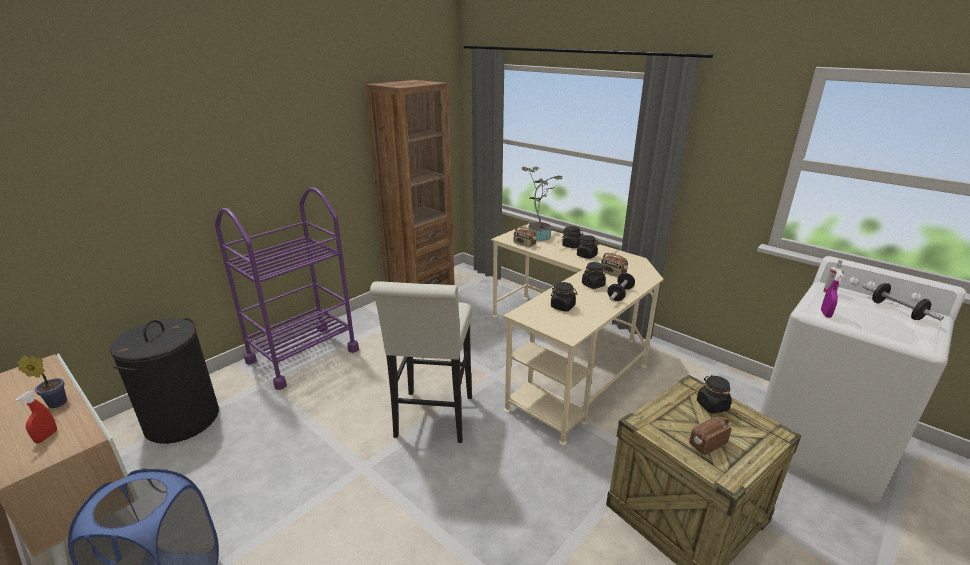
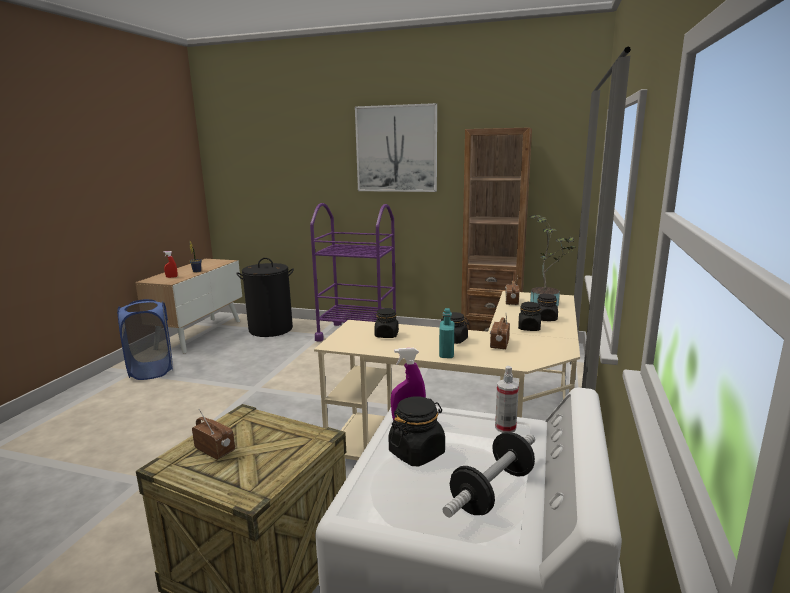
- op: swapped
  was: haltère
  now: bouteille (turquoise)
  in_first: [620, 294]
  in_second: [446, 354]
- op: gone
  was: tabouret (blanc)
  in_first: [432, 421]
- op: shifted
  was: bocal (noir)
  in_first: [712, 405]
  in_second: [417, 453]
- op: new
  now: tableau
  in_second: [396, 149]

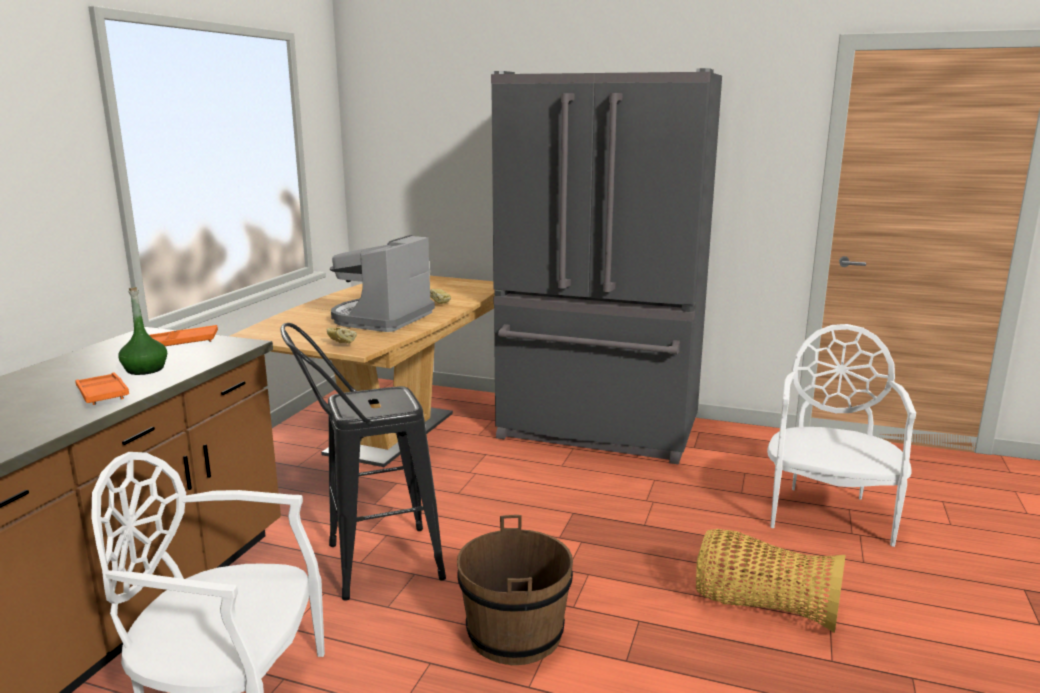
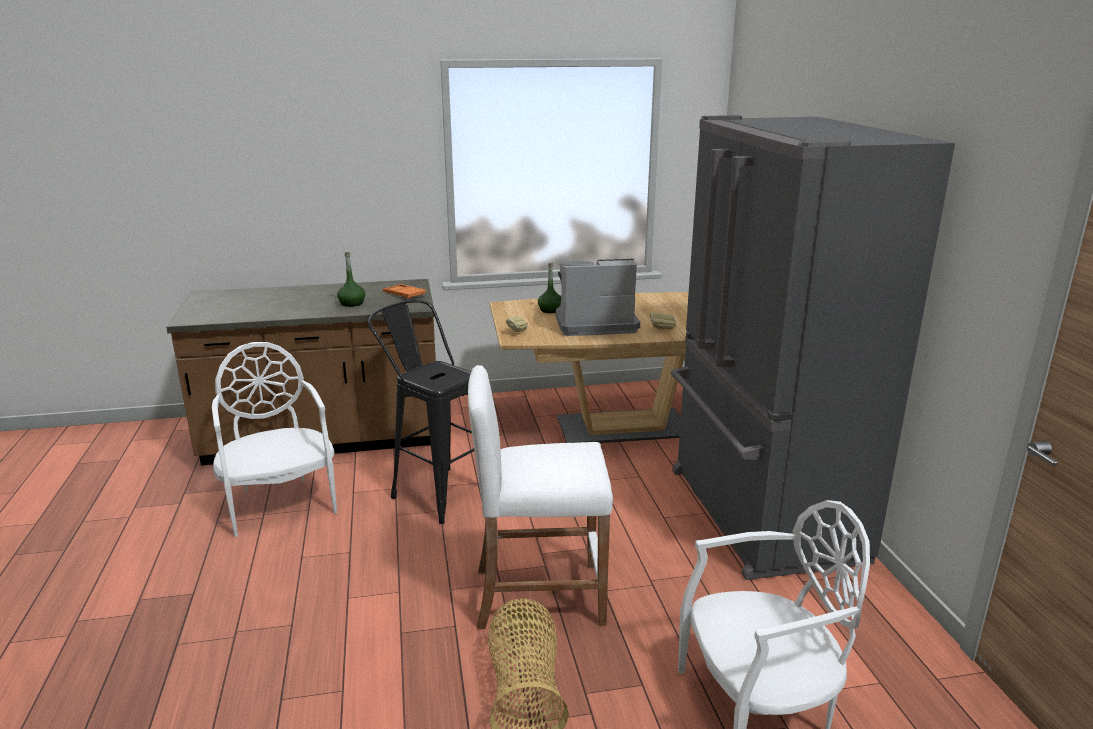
- op: gone
  was: plateau (orange)
  in_first: [102, 394]
- op: gone
  was: seau (marron)
  in_first: [514, 634]
- op: new
  now: bouteille (vert)
  in_second: [550, 310]
- op: new
  now: tabouret (blanc)
  in_second: [539, 595]

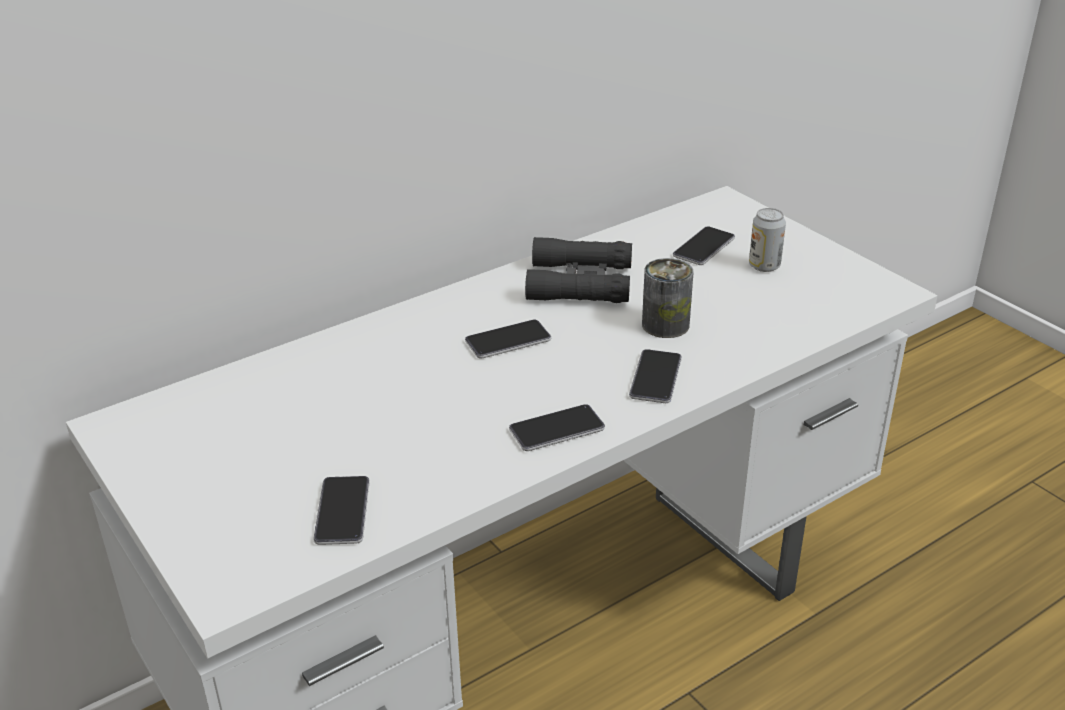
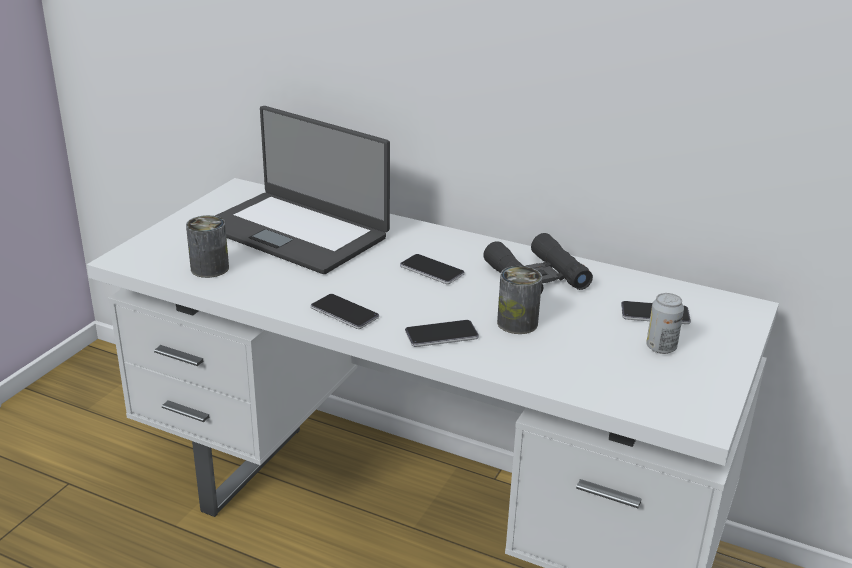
- op: swapped
  was: téléphone
  now: boîte métallique
  in_first: [342, 511]
  in_second: [210, 268]
- op: new
  now: ordinateur portable
  in_second: [296, 232]

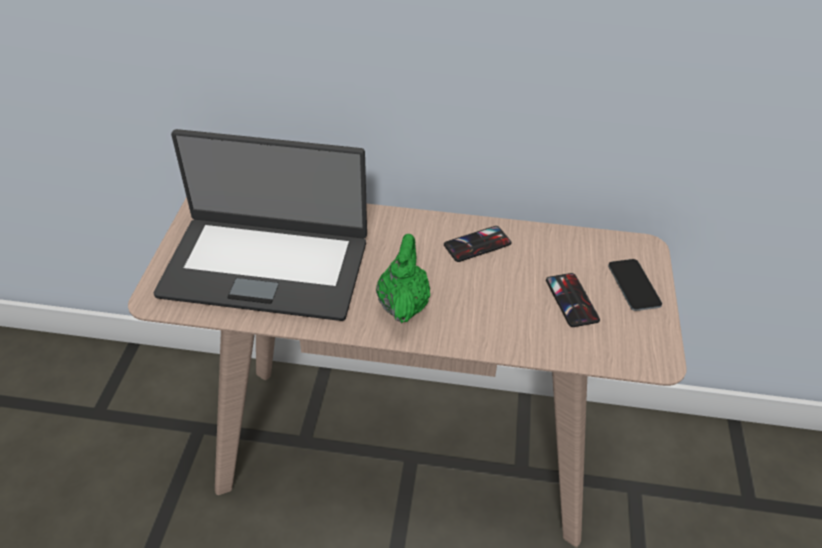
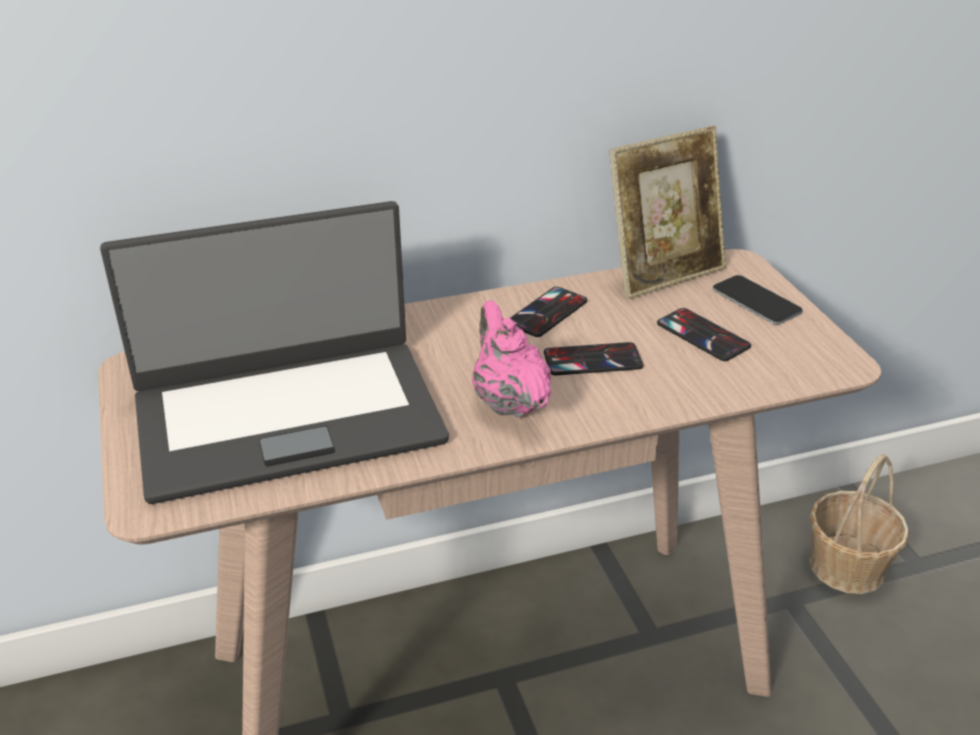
- op: repainted
  was: théière (vert)
  now: théière (rose)
  in_first: [403, 304]
  in_second: [508, 401]
- op: new
  now: cadre photo
  in_second: [663, 273]
- op: new
  now: téléphone
  in_second: [593, 360]
- op: new
  now: panier
  in_second: [846, 566]

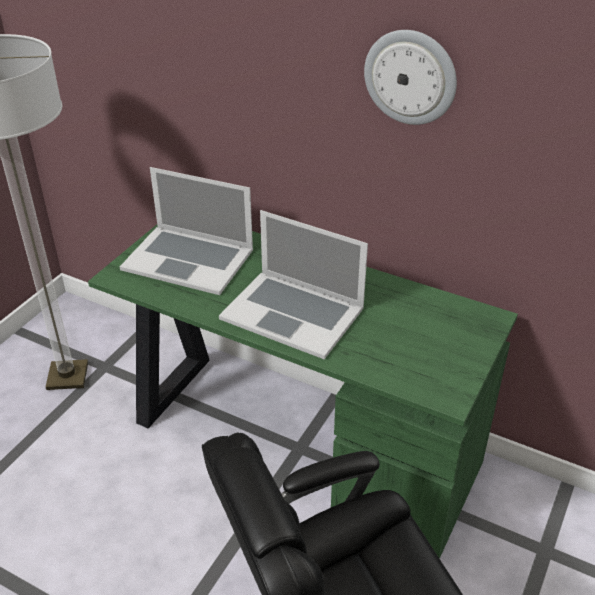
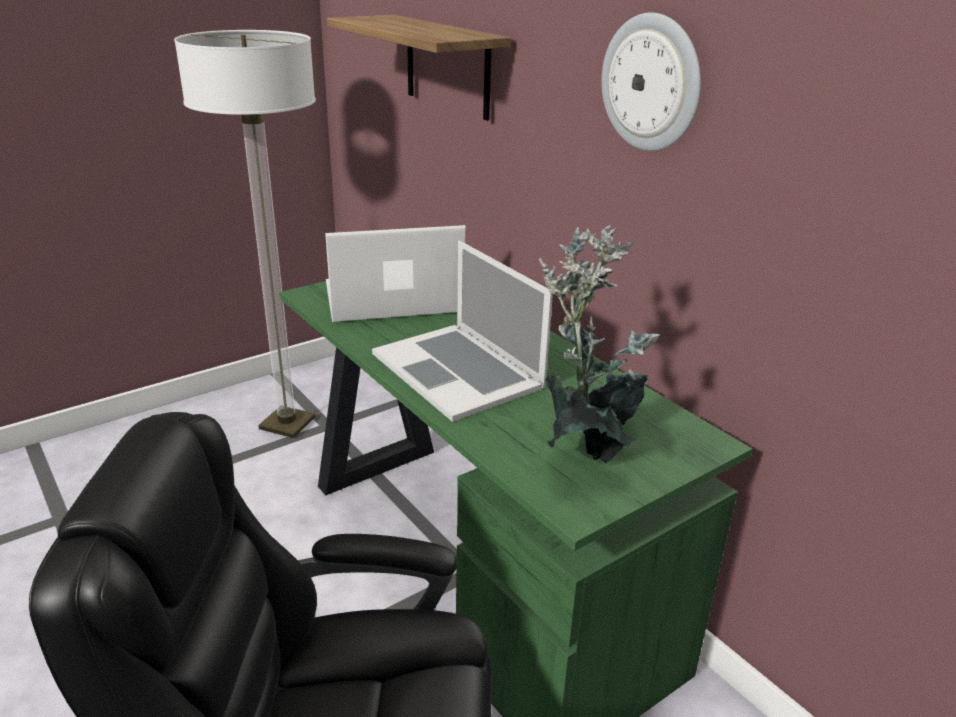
- op: rotated
  was: ordinateur portable
  in_first: [188, 259]
  in_second: [393, 298]
  clockwise: 120
- op: new
  now: étagère
  in_second: [447, 66]
- op: new
  now: plante en pot
  in_second: [586, 448]

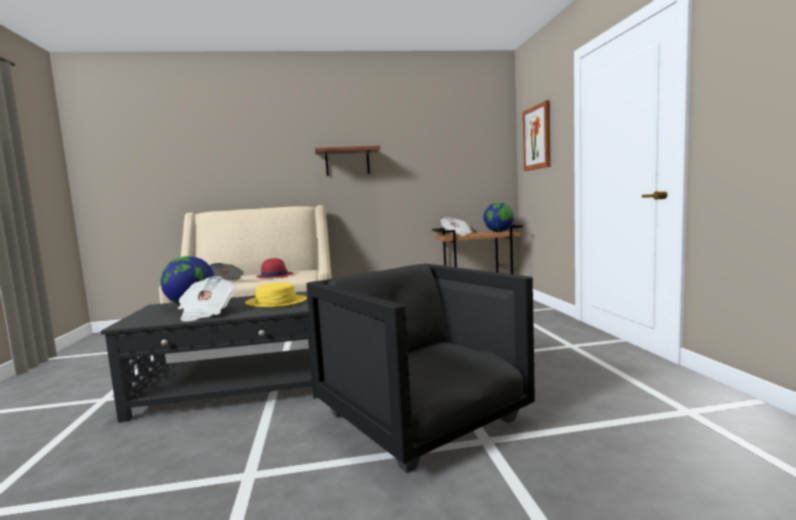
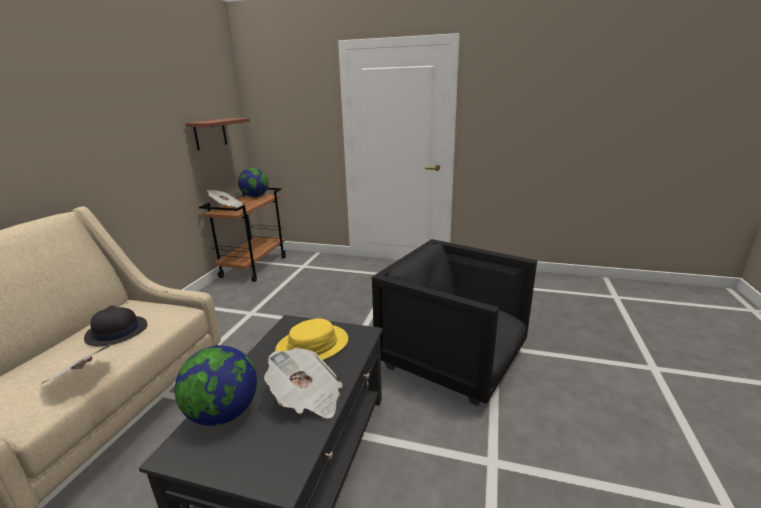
- op: gone
  was: tableau
  in_first: [537, 137]
- op: shifted
  was: étagère
  in_first: [347, 162]
  in_second: [210, 134]
- op: repainted
  was: chapeau (rouge)
  now: chapeau (noir)
  in_first: [274, 276]
  in_second: [116, 332]
- op: rotated
  was: fauteuil (noir)
  in_first: [422, 417]
  in_second: [453, 359]
  clockwise: 45

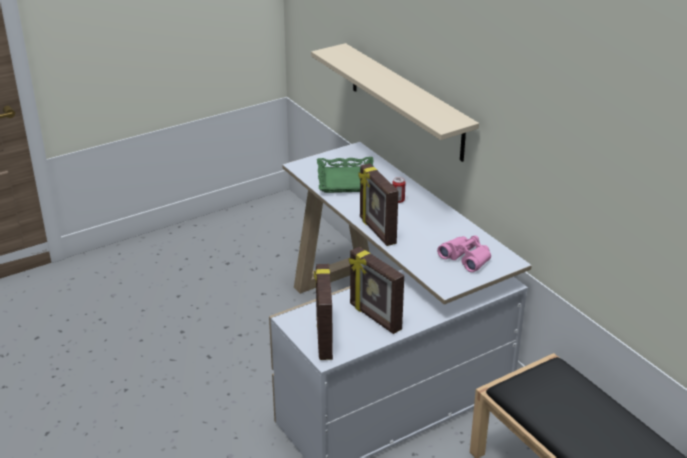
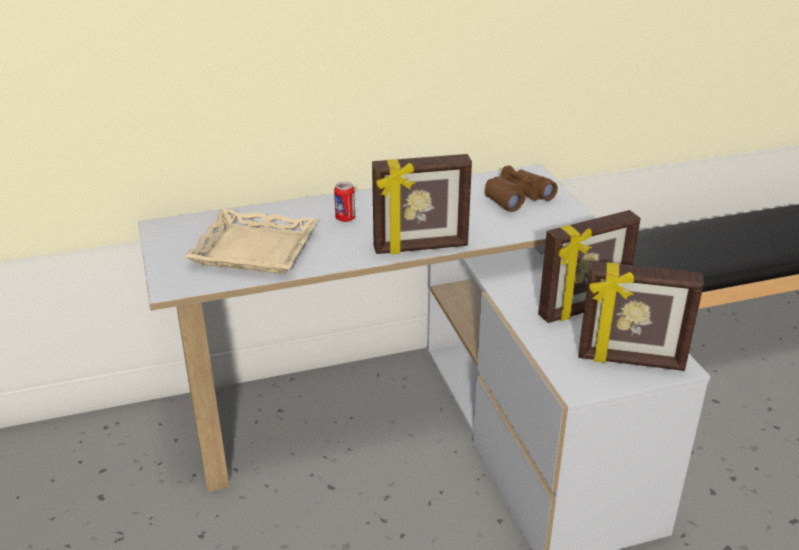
- op: gone
  was: étagère (beige)
  in_first: [406, 101]
- op: repainted
  was: plateau (vert)
  now: plateau (beige)
  in_first: [346, 180]
  in_second: [254, 250]
- op: repainted
  was: jumelles (rose)
  now: jumelles (marron)
  in_first: [466, 258]
  in_second: [516, 198]

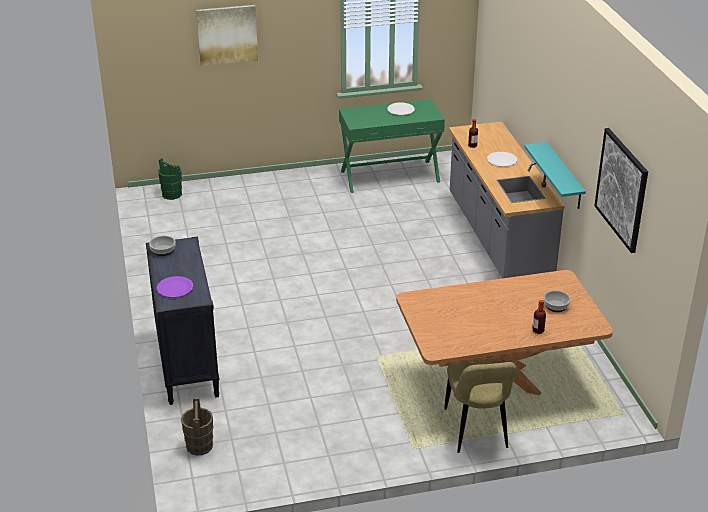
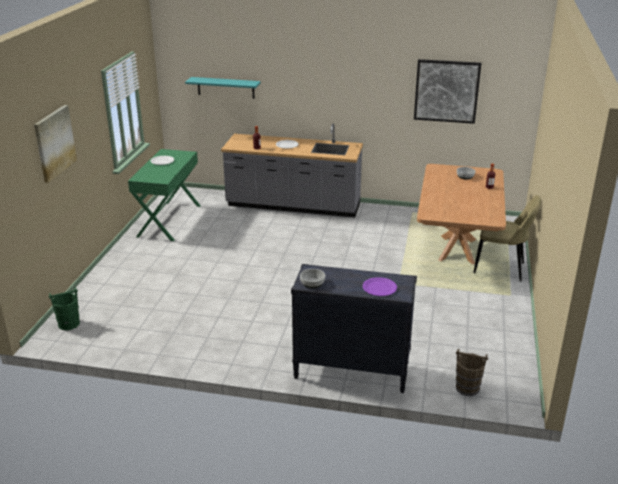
- op: shifted
  was: étagère (turquoise)
  in_first: [564, 176]
  in_second: [225, 87]

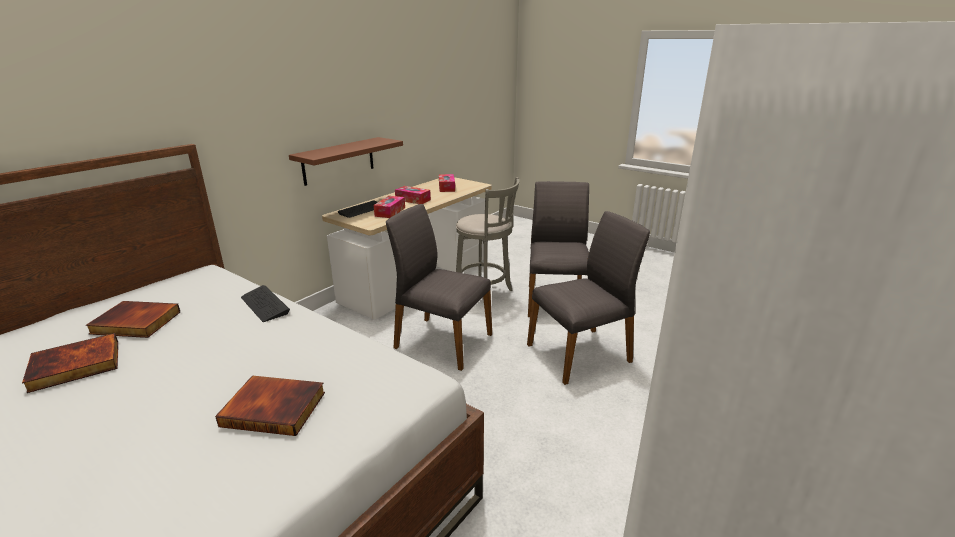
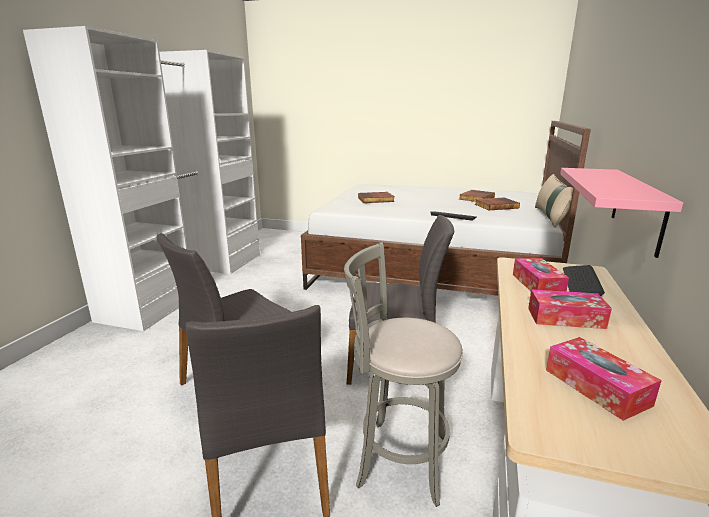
- op: repainted
  was: étagère (marron)
  now: étagère (rose)
  in_first: [338, 160]
  in_second: [638, 209]
- op: new
  now: coussin (beige)
  in_second: [551, 217]

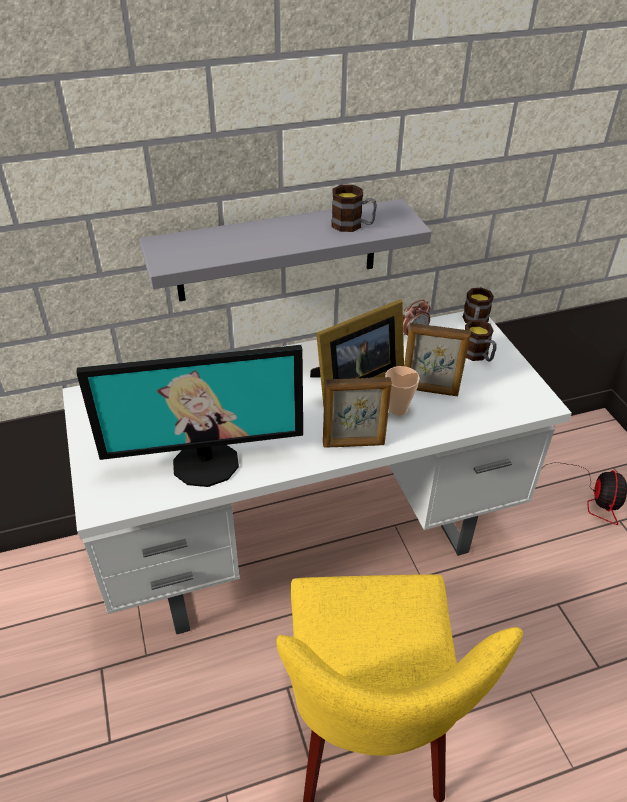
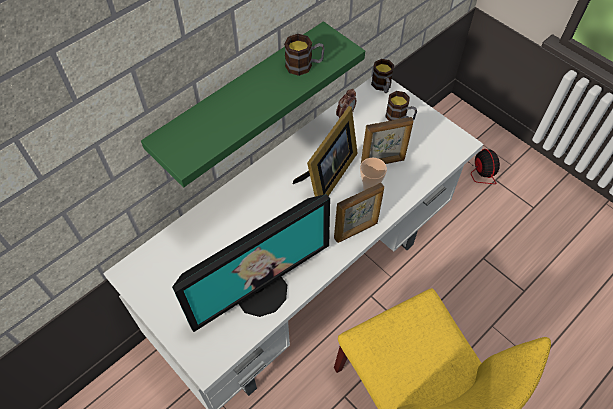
- op: repainted
  was: étagère (gris)
  now: étagère (vert)
  in_first: [277, 251]
  in_second: [241, 99]

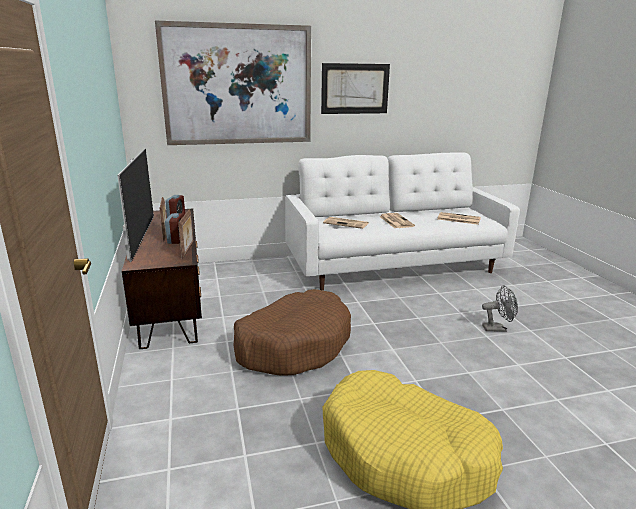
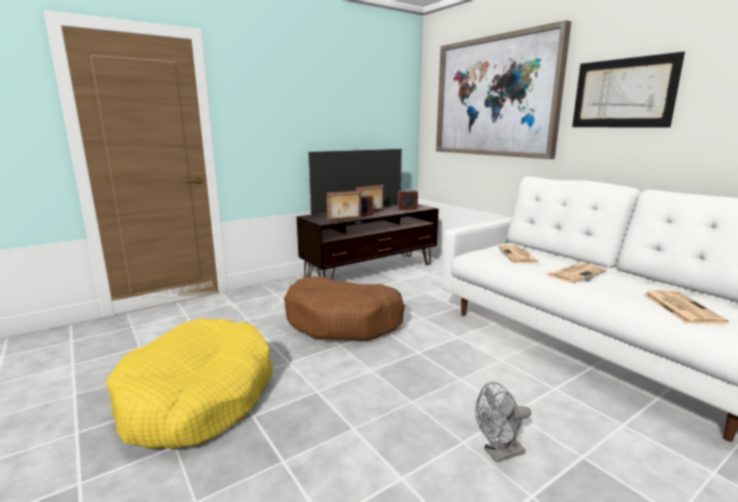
- op: rotated
  was: ventilateur (gris)
  in_first: [497, 328]
  in_second: [499, 453]
  clockwise: 90

